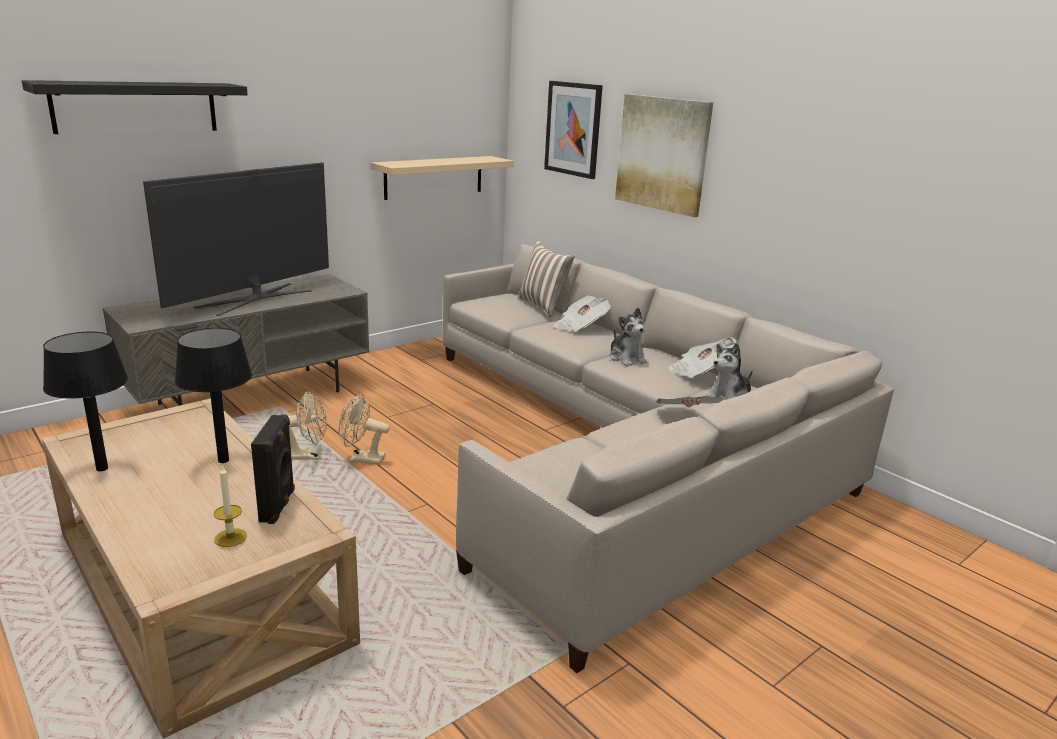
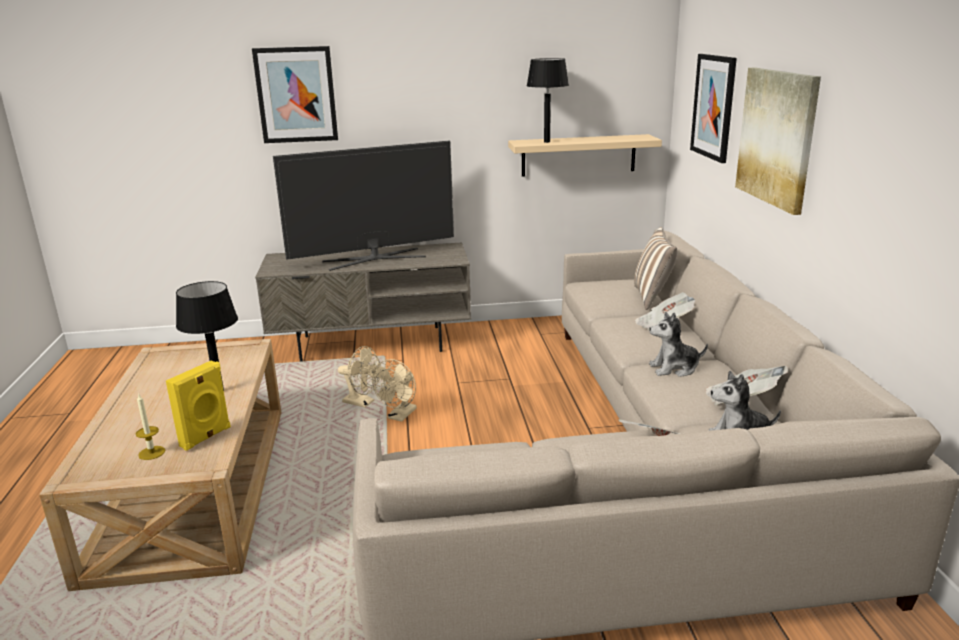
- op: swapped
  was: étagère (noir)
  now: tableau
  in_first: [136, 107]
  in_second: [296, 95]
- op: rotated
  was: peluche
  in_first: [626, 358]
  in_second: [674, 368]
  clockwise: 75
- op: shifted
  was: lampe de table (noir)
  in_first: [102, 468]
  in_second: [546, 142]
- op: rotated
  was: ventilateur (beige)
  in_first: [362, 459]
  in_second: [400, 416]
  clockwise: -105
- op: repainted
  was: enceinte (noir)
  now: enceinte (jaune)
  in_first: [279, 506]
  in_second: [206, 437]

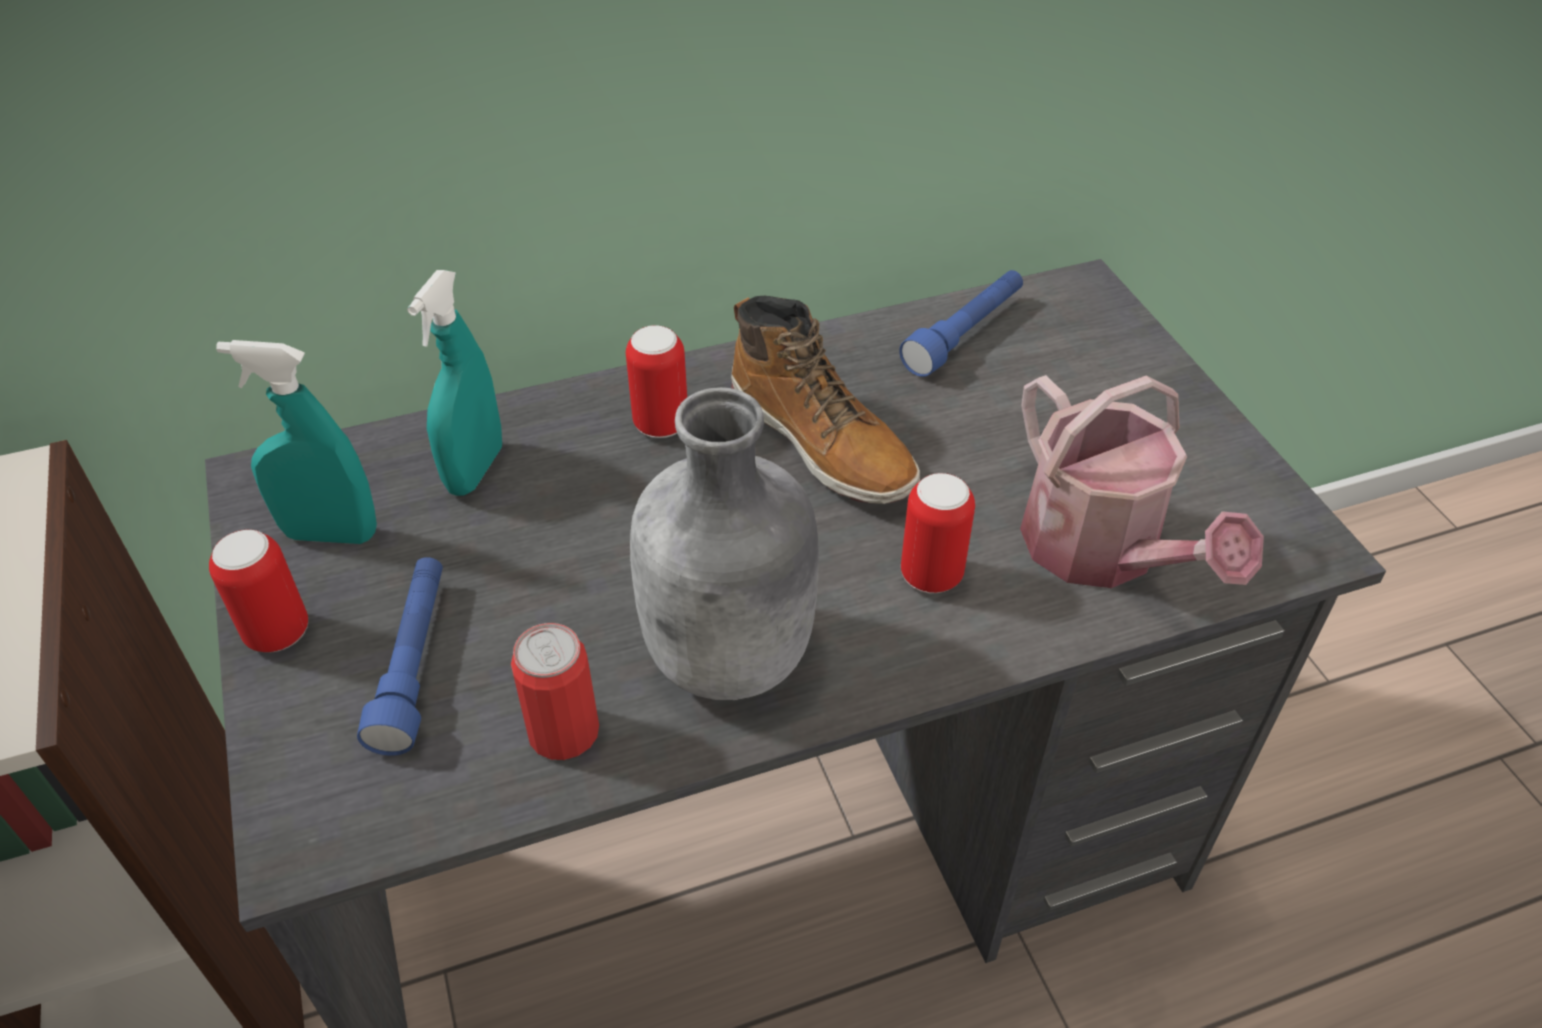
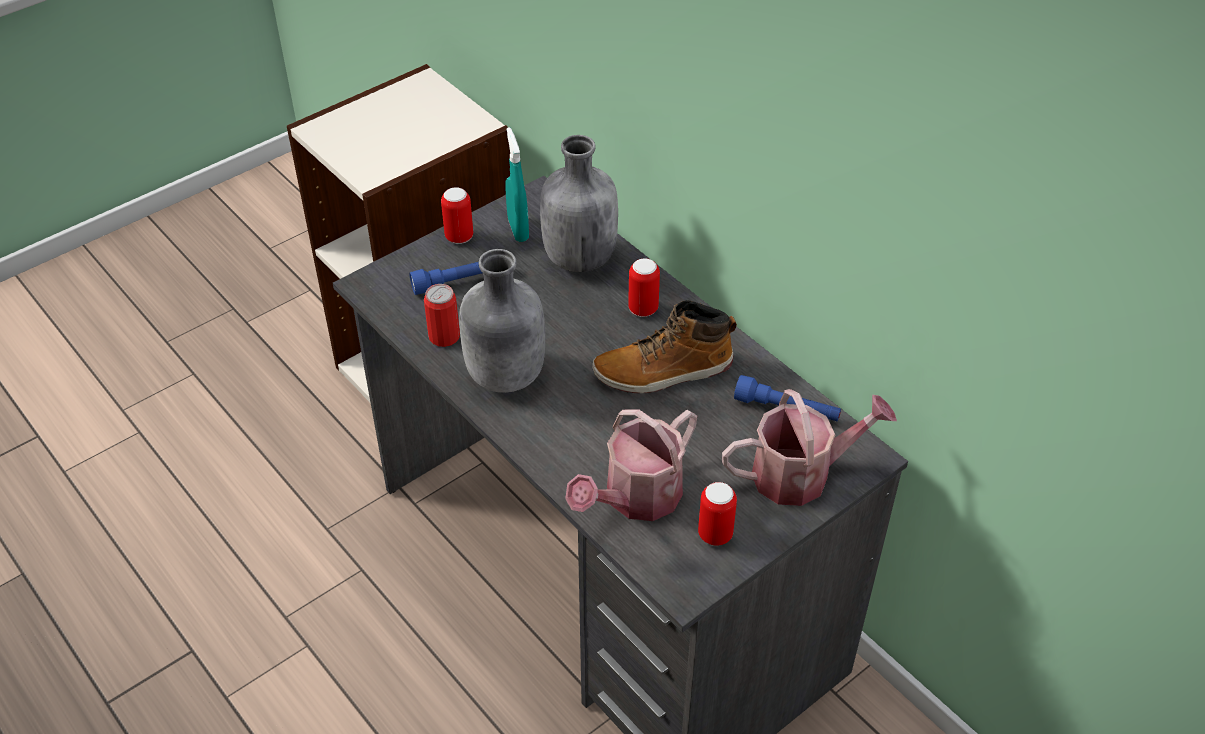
- op: swapped
  was: vaporisateur (turquoise)
  now: bouteille (gris)
  in_first: [475, 470]
  in_second: [578, 258]
- op: rotated
  was: botte
  in_first: [823, 440]
  in_second: [663, 371]
  clockwise: 45
- op: shifted
  was: boîte métallique
  in_first: [931, 575]
  in_second: [715, 534]
- op: new
  now: arrosoir
  in_second: [801, 474]

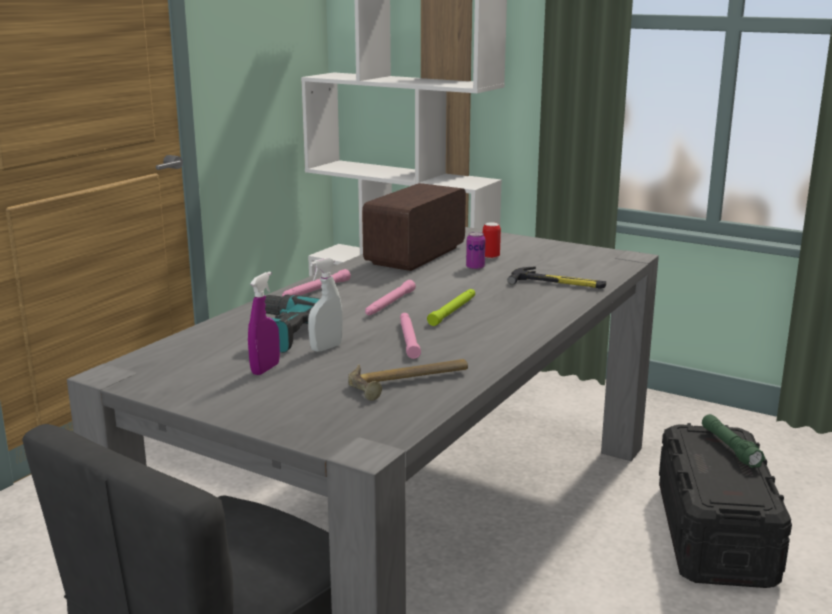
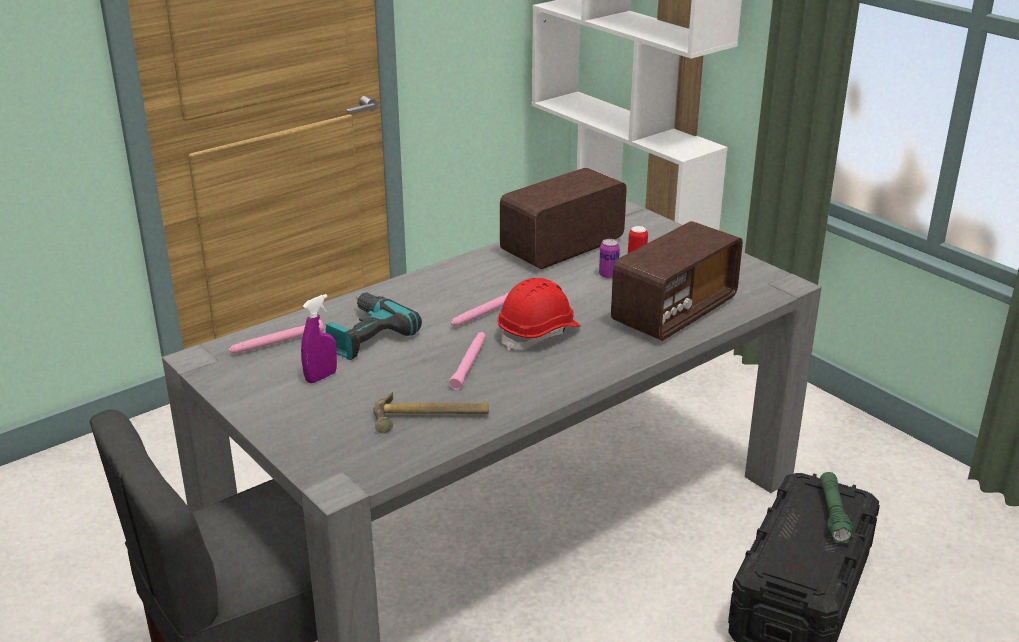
- op: gone
  was: vaporisateur (blanc)
  in_first: [326, 348]
- op: swapped
  was: marteau
  now: radio
  in_first: [558, 283]
  in_second: [674, 312]
- op: shifted
  was: lampe de poche (rose)
  in_first: [316, 290]
  in_second: [276, 343]
- op: swapped
  was: lampe de poche (vert)
  now: casque de chantier (rouge)
  in_first: [453, 311]
  in_second: [539, 333]

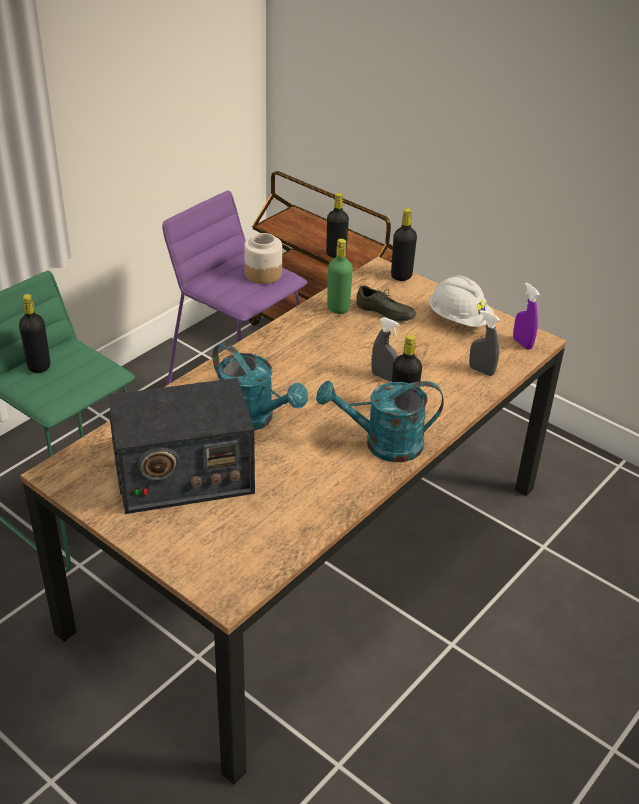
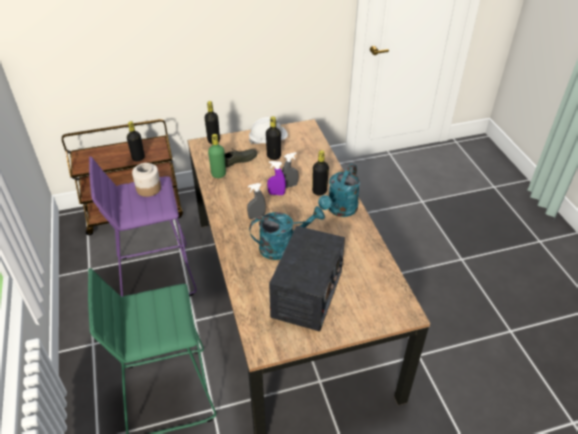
- op: shifted
  was: vaporisateur (violet)
  in_first: [522, 343]
  in_second: [276, 193]
- op: shifted
  was: bouteille (noir)
  in_first: [39, 366]
  in_second: [273, 156]
- op: shifted
  was: vaporisateur (gris)
  in_first: [481, 371]
  in_second: [256, 216]

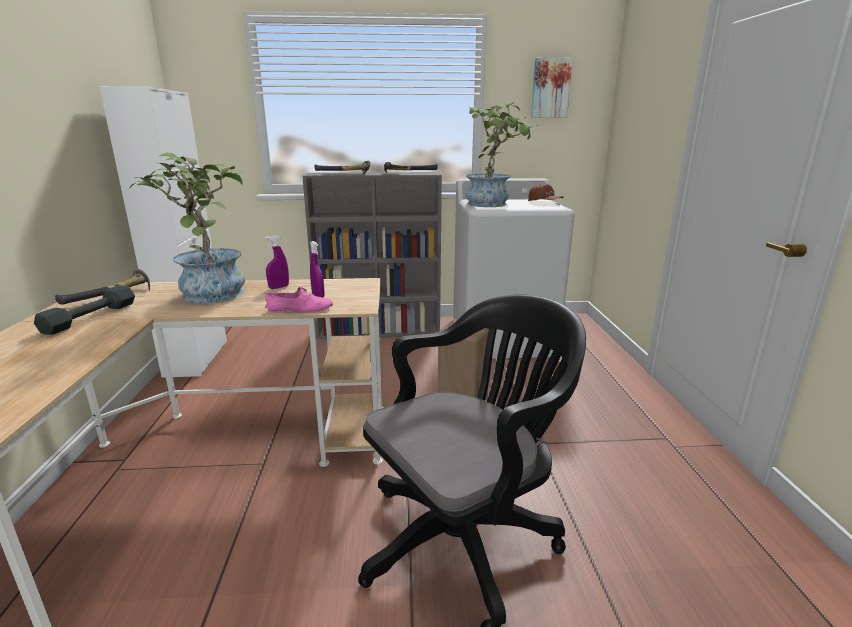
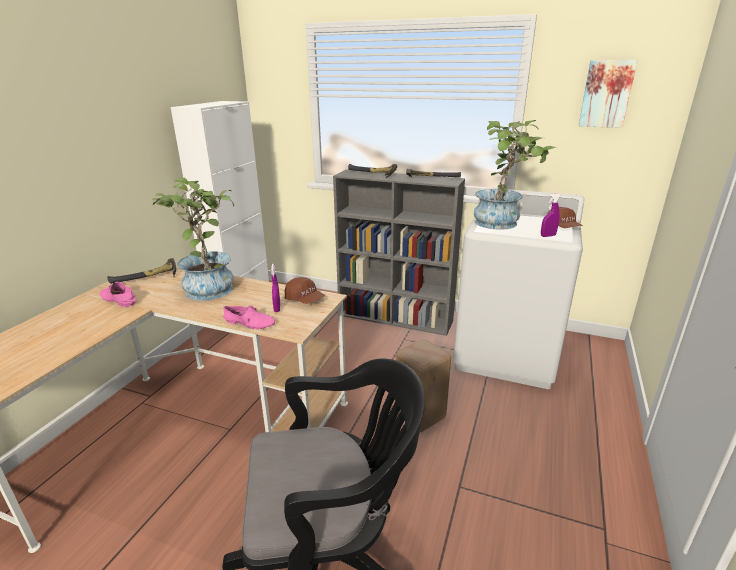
- op: shifted
  was: vaporisateur (violet)
  in_first: [279, 287]
  in_second: [548, 236]
- op: swapped
  was: haltère (gris)
  now: chaussure (rose)
  in_first: [90, 318]
  in_second: [118, 300]
- op: new
  now: casquette (marron)
  in_second: [305, 300]

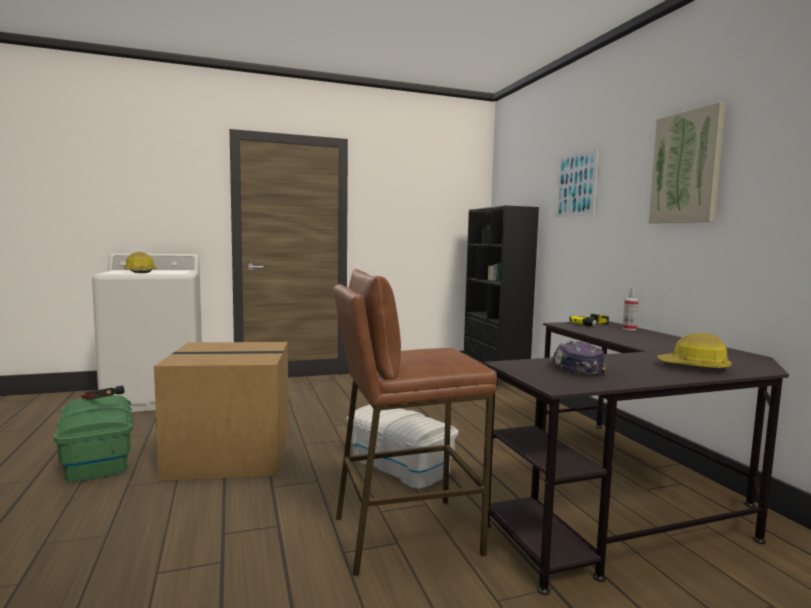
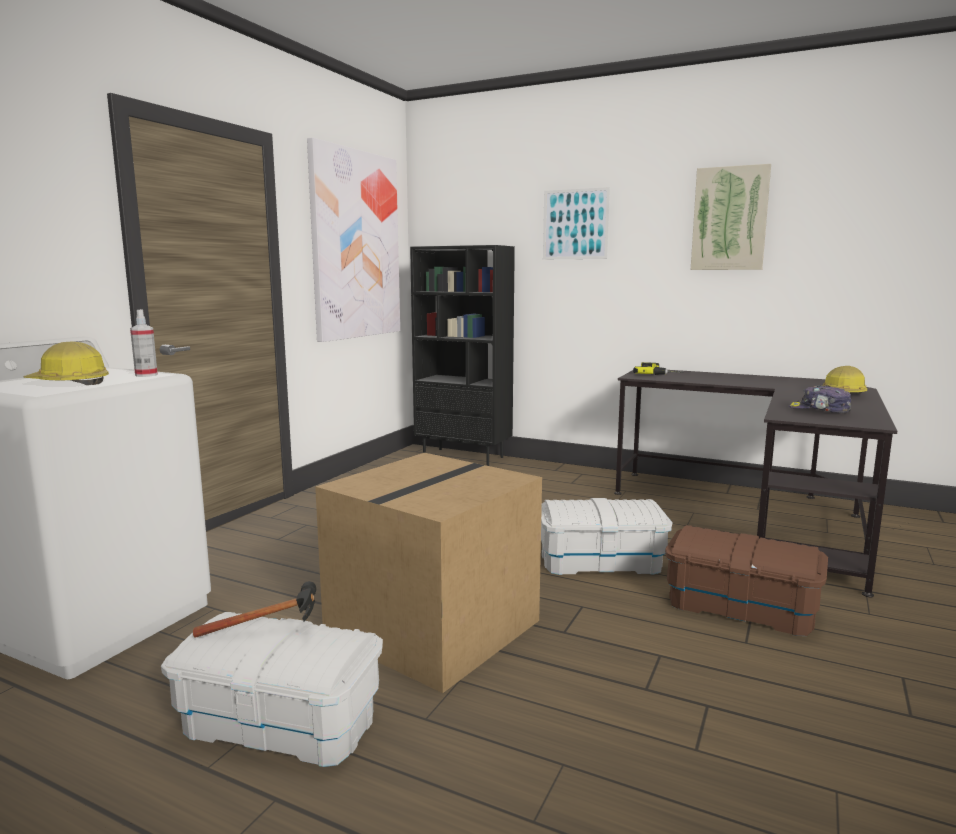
- op: swapped
  was: tabouret (marron)
  now: boîte de rangement (marron)
  in_first: [405, 534]
  in_second: [740, 607]
- op: shifted
  was: vaporisateur
  in_first: [629, 329]
  in_second: [146, 375]
- op: repainted
  was: boîte de rangement (vert)
  now: boîte de rangement (blanc)
  in_first: [98, 458]
  in_second: [281, 722]
- op: new
  now: tableau
  in_second: [356, 245]

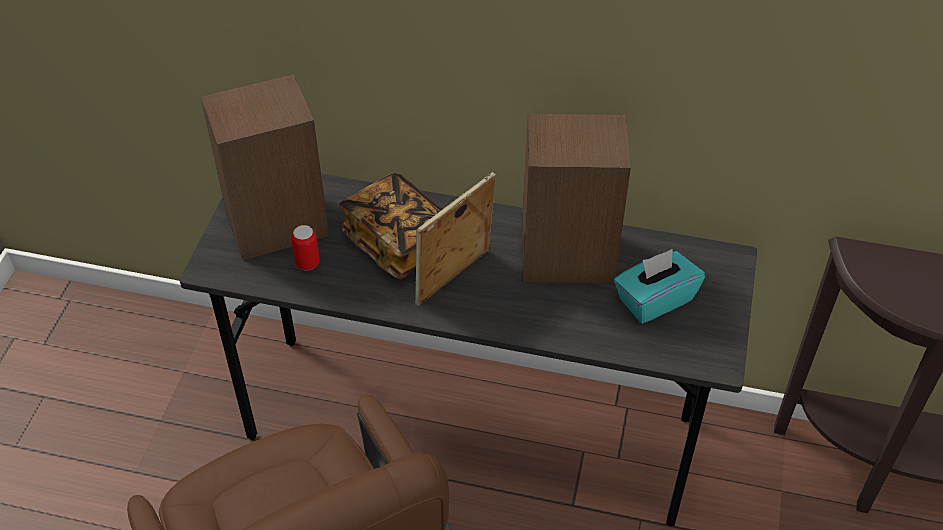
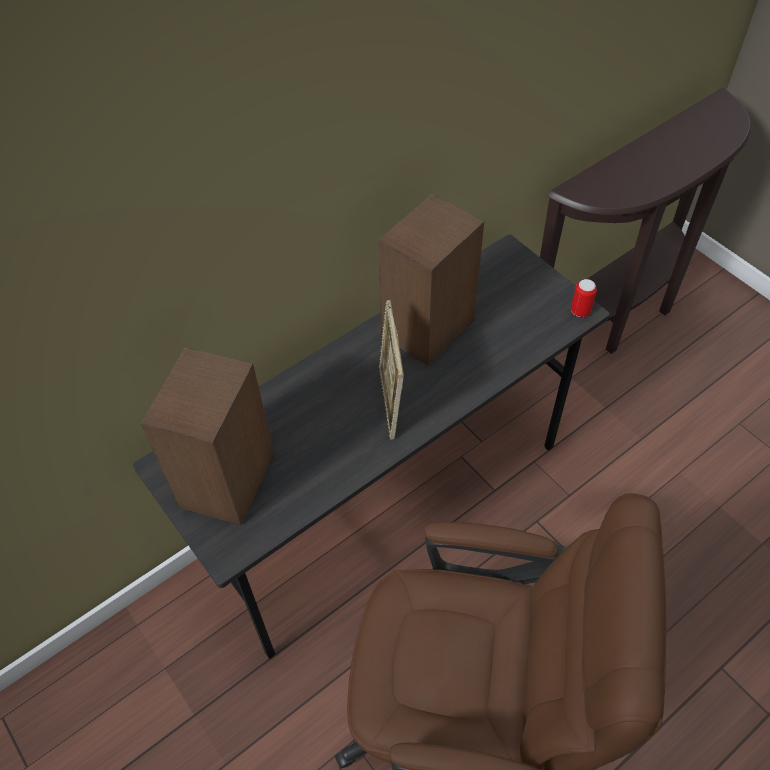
- op: gone
  was: livre
  in_first: [401, 242]
- op: shifted
  was: boîte métallique
  in_first: [307, 263]
  in_second: [580, 311]
- op: gone
  was: boîte à mouchoirs (turquoise)
  in_first: [654, 300]

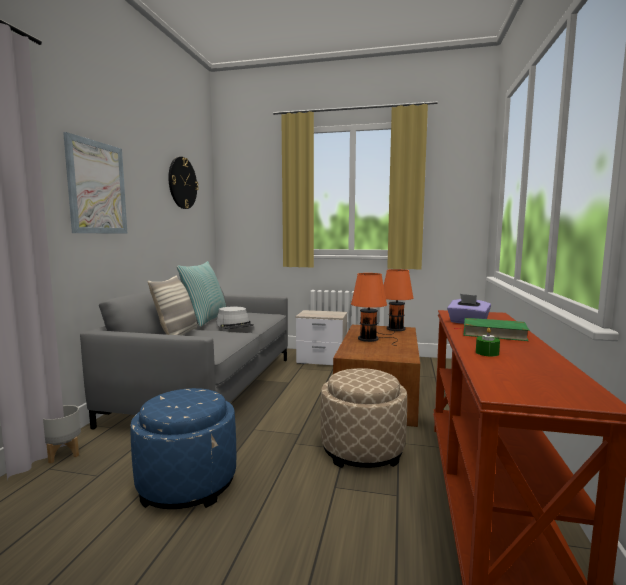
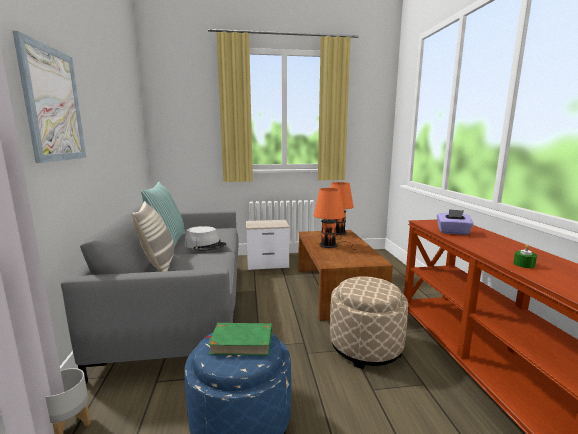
- op: gone
  was: horloge murale
  in_first: [182, 183]
- op: shifted
  was: livre (vert)
  in_first: [493, 333]
  in_second: [241, 342]

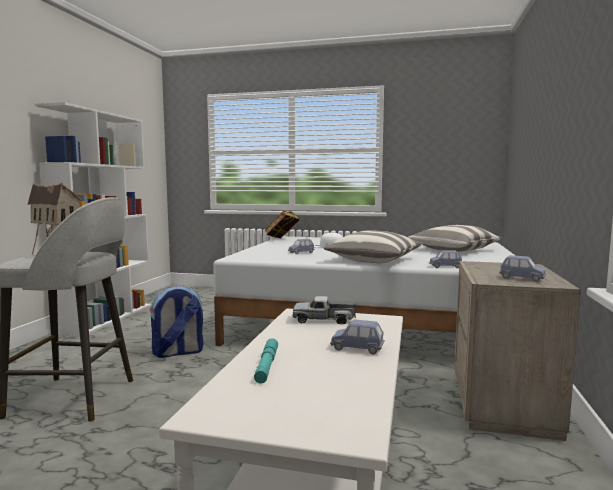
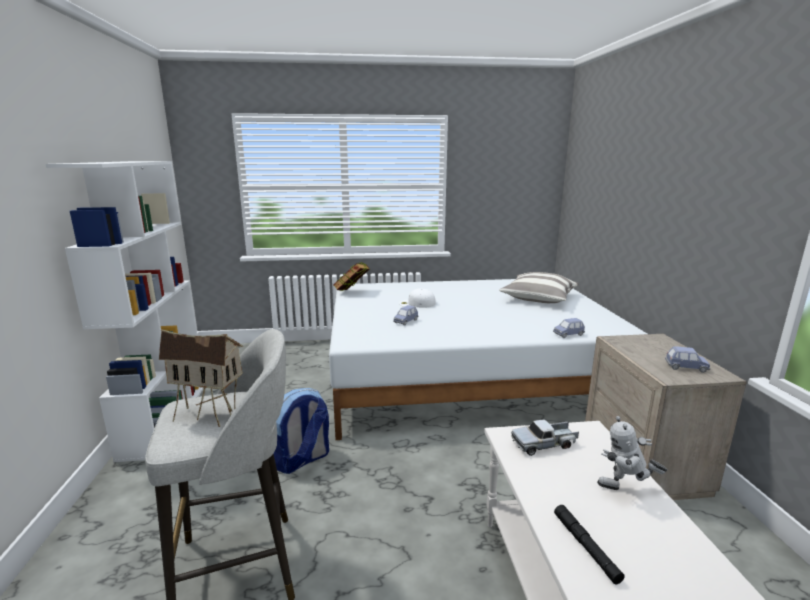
- op: gone
  was: coussin
  in_first: [374, 260]
- op: swapped
  was: petite voiture (bleu)
  now: robot jouet
  in_first: [357, 348]
  in_second: [626, 491]
- op: repainted
  was: lampe de poche (turquoise)
  now: lampe de poche (noir)
  in_first: [267, 365]
  in_second: [585, 546]

